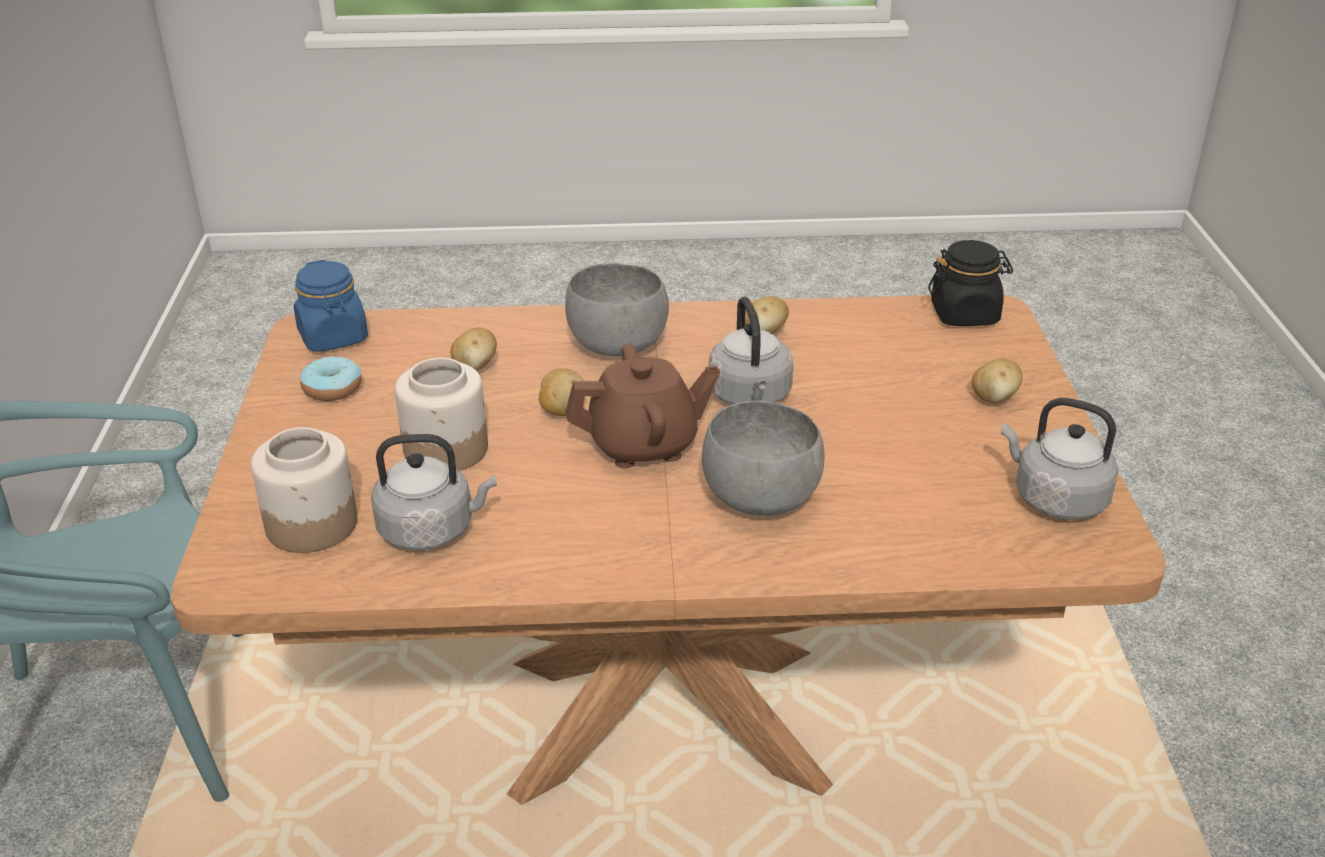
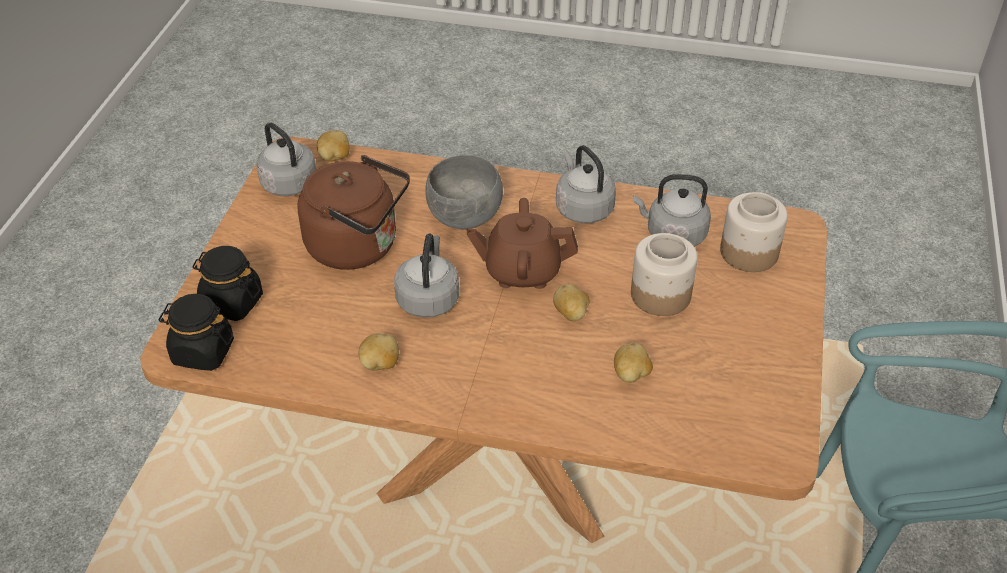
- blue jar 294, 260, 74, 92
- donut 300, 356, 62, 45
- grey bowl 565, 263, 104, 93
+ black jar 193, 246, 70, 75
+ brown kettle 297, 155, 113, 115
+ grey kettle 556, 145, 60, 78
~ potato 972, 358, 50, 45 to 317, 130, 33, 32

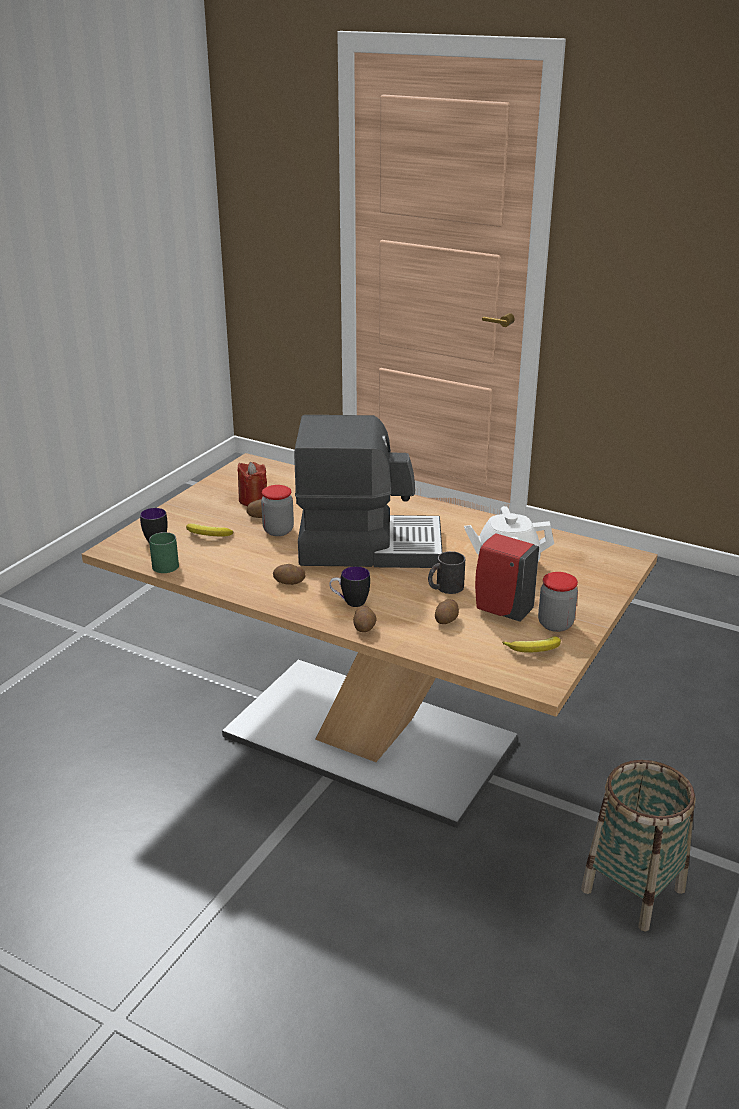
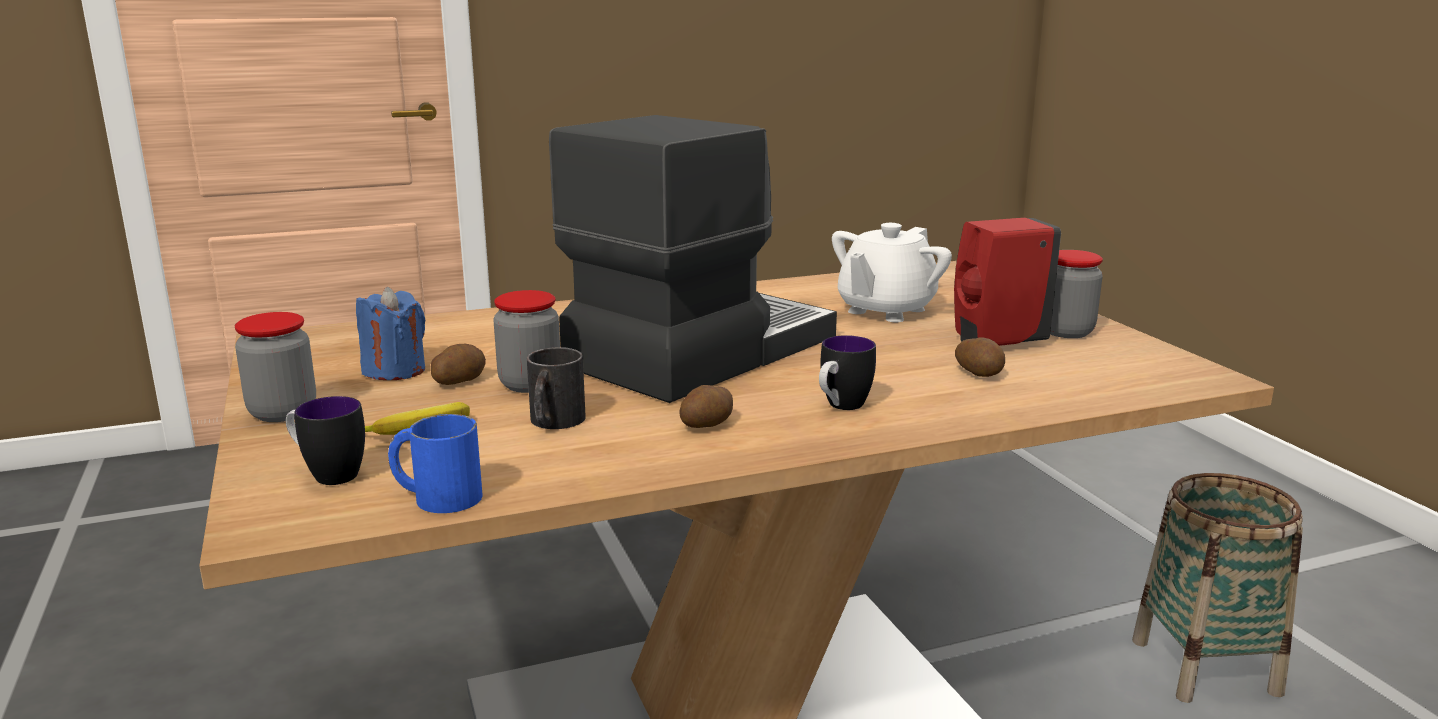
- potato 353, 606, 24, 26
- banana 502, 636, 59, 16
+ jar 235, 312, 81, 110
~ black mug 428, 551, 37, 43 to 527, 347, 59, 82
~ green mug 149, 532, 30, 41 to blue mug 388, 414, 95, 99
~ red candle 237, 462, 30, 44 to blue candle 356, 286, 69, 94

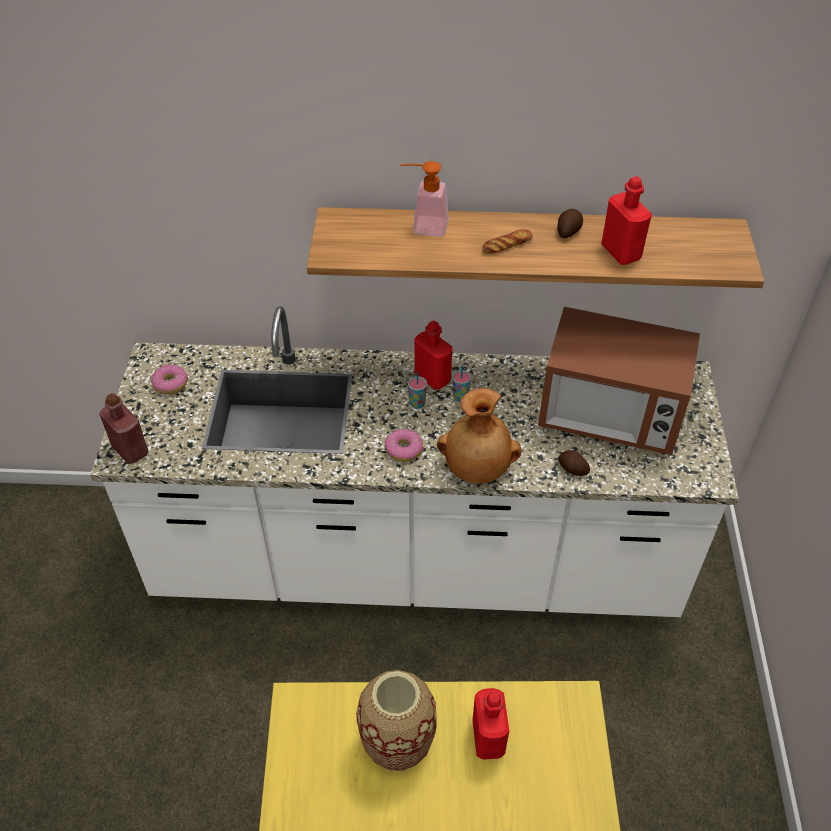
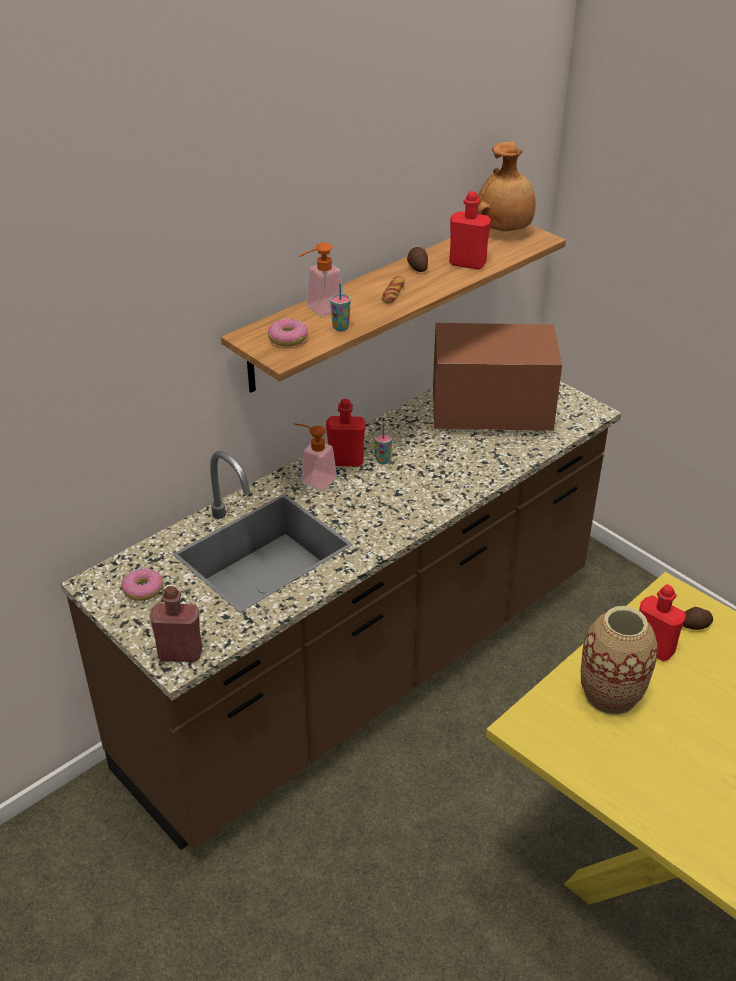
+ soap dispenser 294, 423, 43, 67
~ donut 384, 429, 40, 33 to 268, 318, 40, 29
~ cup 408, 372, 19, 37 to 330, 283, 21, 48
~ brown vase 437, 388, 84, 96 to 477, 141, 59, 90
~ potato 559, 450, 31, 26 to 683, 607, 30, 23
~ white counter 90, 306, 649, 311 to brown counter 61, 381, 560, 469
~ microwave 538, 307, 162, 148 = 433, 323, 129, 108 150 degrees counterclockwise

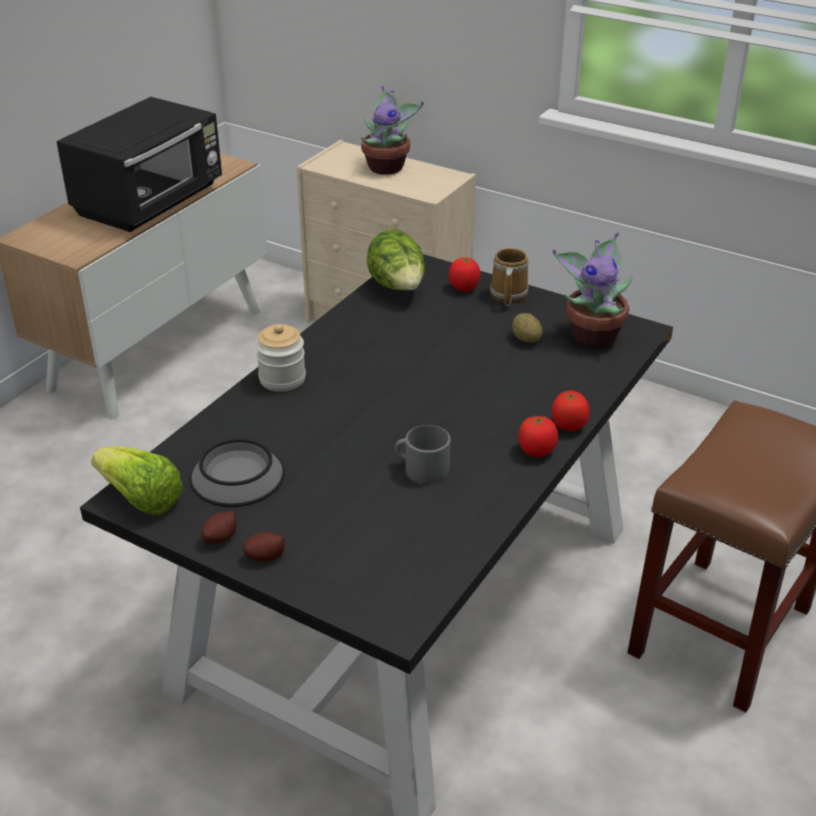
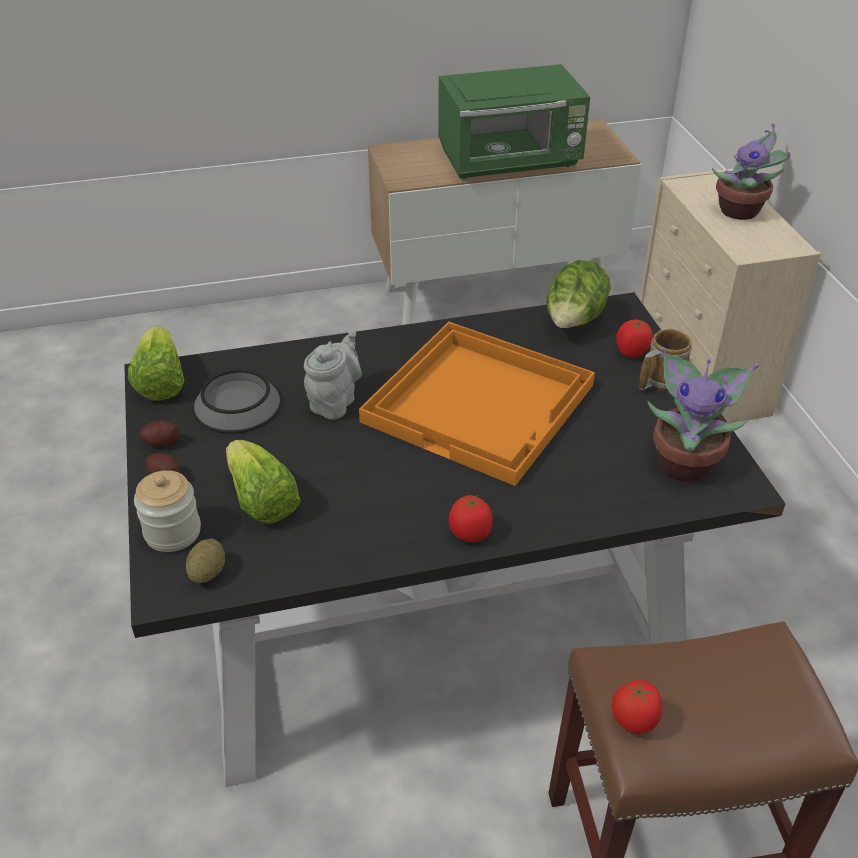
- grey mug 395, 425, 56, 58
+ lettuce 226, 440, 75, 84
+ grey teapot 304, 330, 58, 90
+ orange tray 359, 322, 236, 164
~ jar 256, 324, 50, 68 to 134, 470, 67, 82
~ potato 512, 313, 30, 30 to 186, 539, 39, 44
~ tomato 552, 390, 38, 41 to 612, 679, 50, 55
~ black microwave 56, 97, 166, 135 to green microwave 438, 64, 152, 115

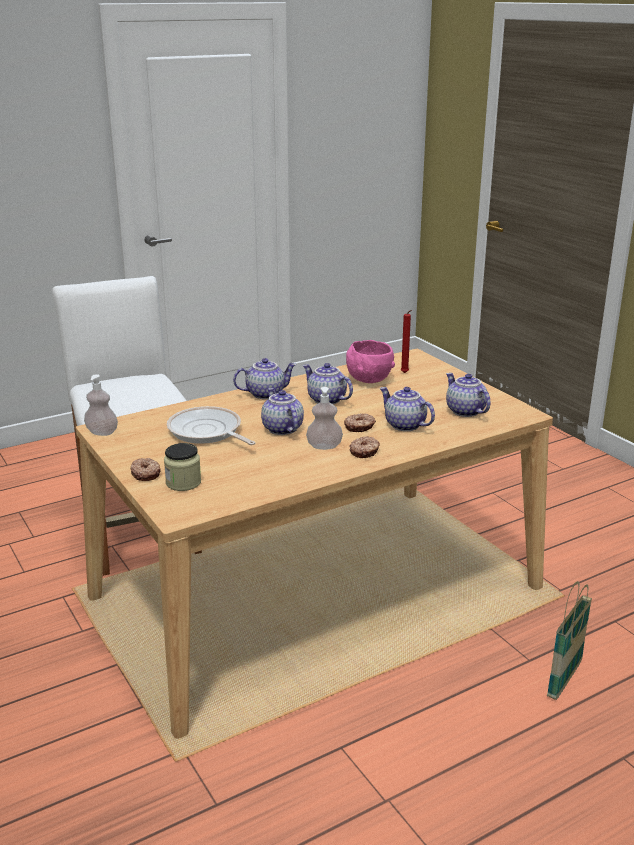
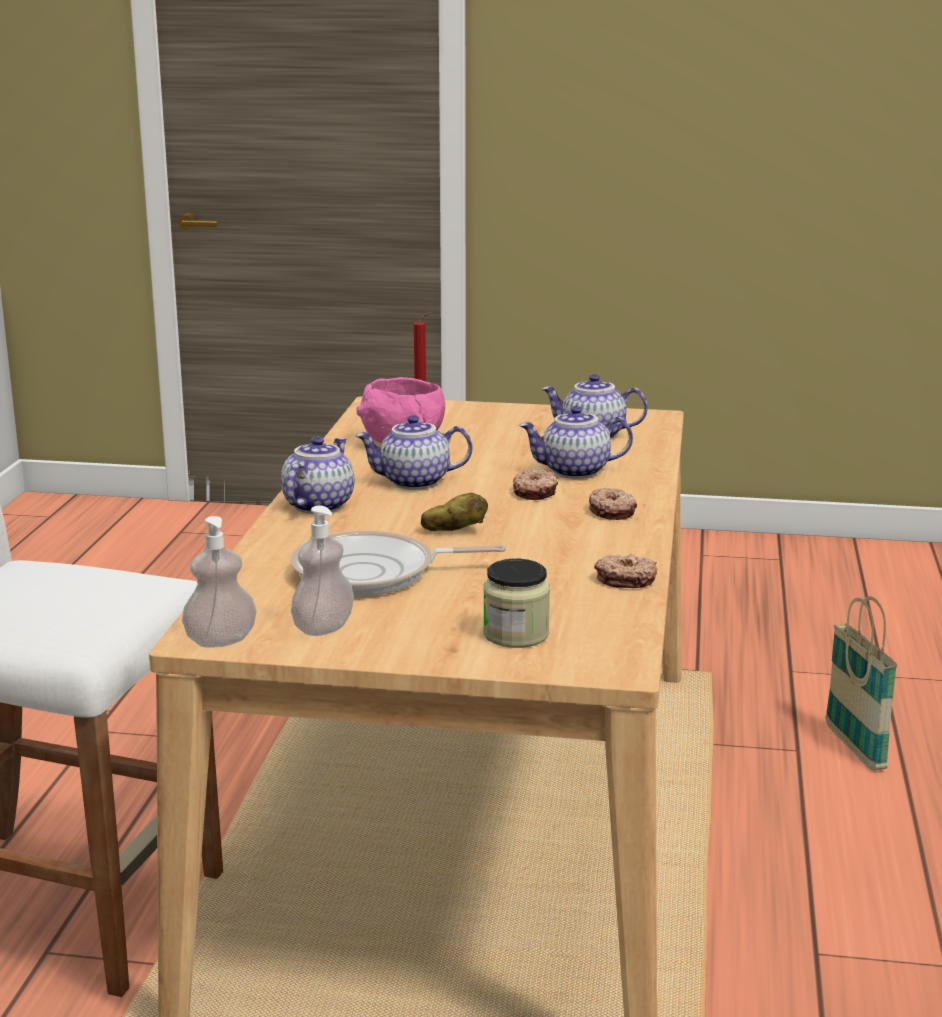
~ donut 130, 458, 31, 23 to 594, 554, 63, 34
~ soap dispenser 306, 387, 37, 63 to 291, 506, 63, 130
~ teapot 261, 388, 43, 47 to potato 421, 493, 67, 38

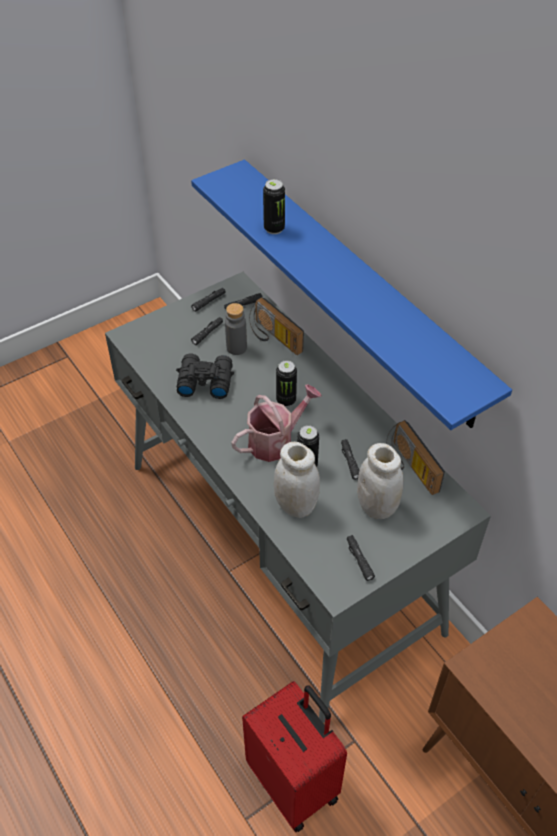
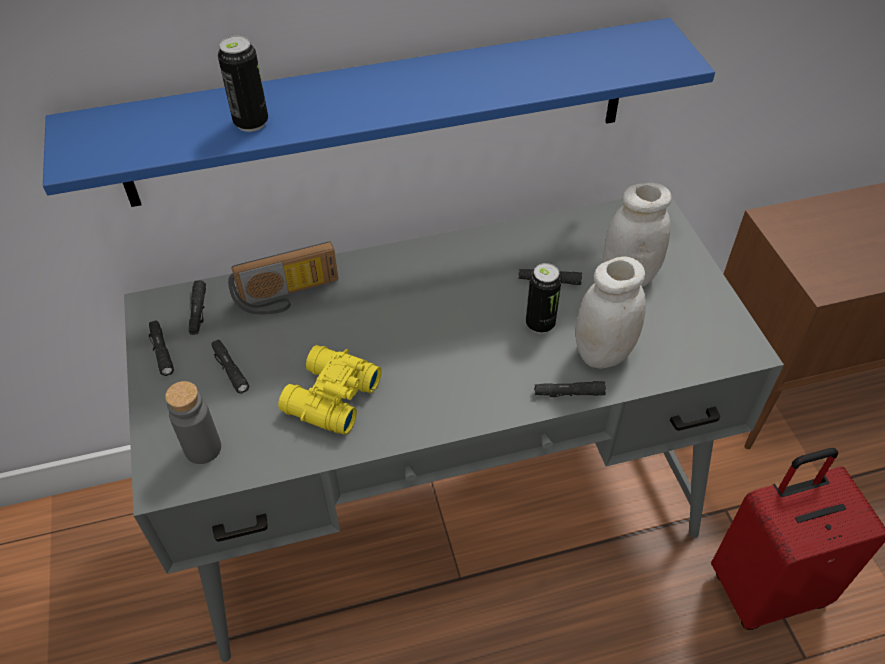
- watering can 231, 384, 91, 78
- can 276, 360, 21, 47
- radio 386, 420, 59, 75
~ grey bottle 225, 303, 22, 52 to 165, 381, 56, 83
~ black flashlight 347, 535, 28, 46 to 534, 381, 72, 16
~ black binoculars 176, 353, 58, 46 to yellow binoculars 278, 345, 104, 90

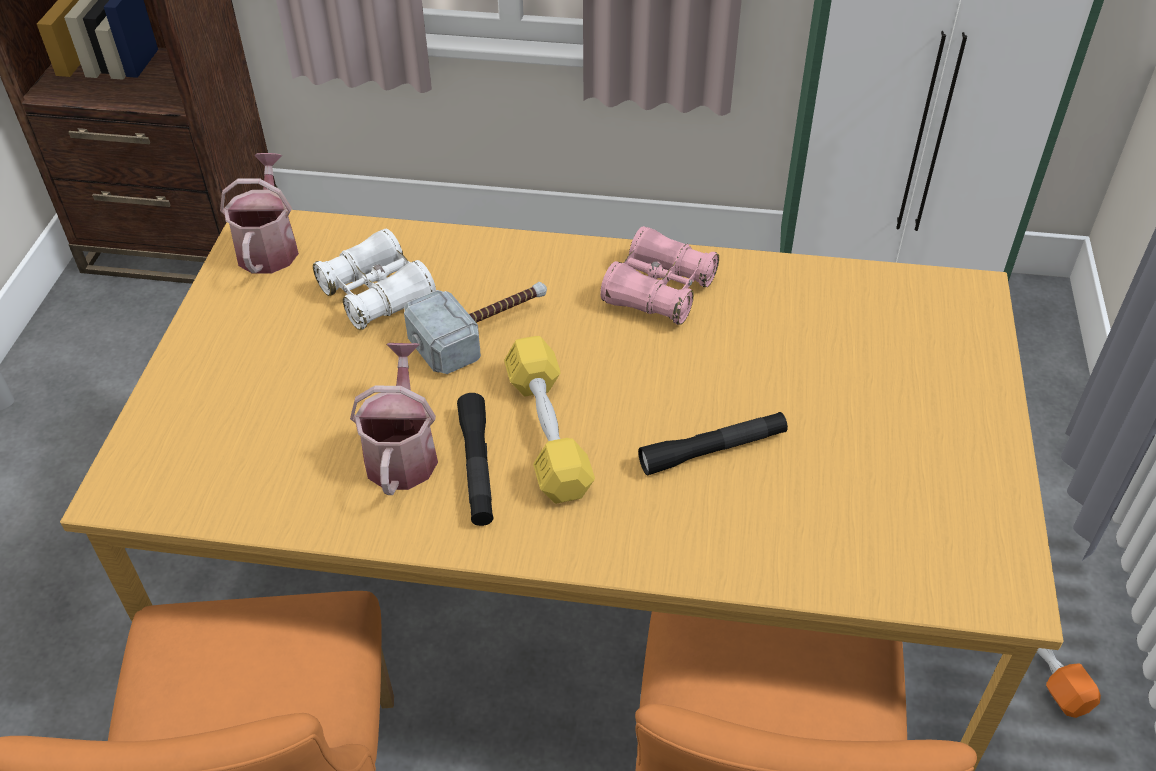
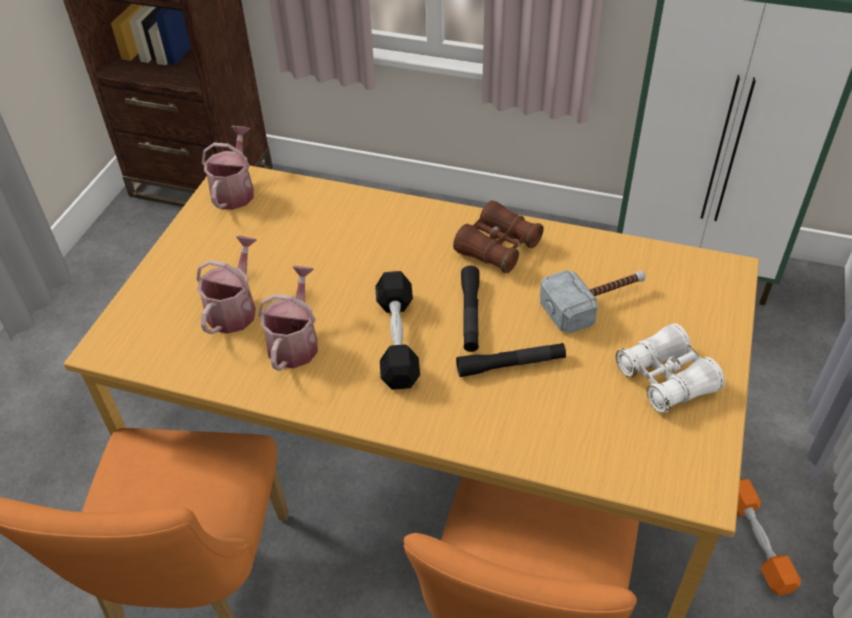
+ watering can 196, 235, 61, 99
~ white binoculars 313, 229, 123, 101 to 616, 323, 109, 91
~ hammer 404, 282, 143, 92 to 540, 270, 106, 64
~ black flashlight 457, 393, 36, 133 to 461, 266, 19, 86
~ yellow dumbbell 504, 336, 91, 168 to black dumbbell 375, 271, 45, 119
~ pink binoculars 600, 226, 119, 99 to brown binoculars 453, 200, 91, 73

